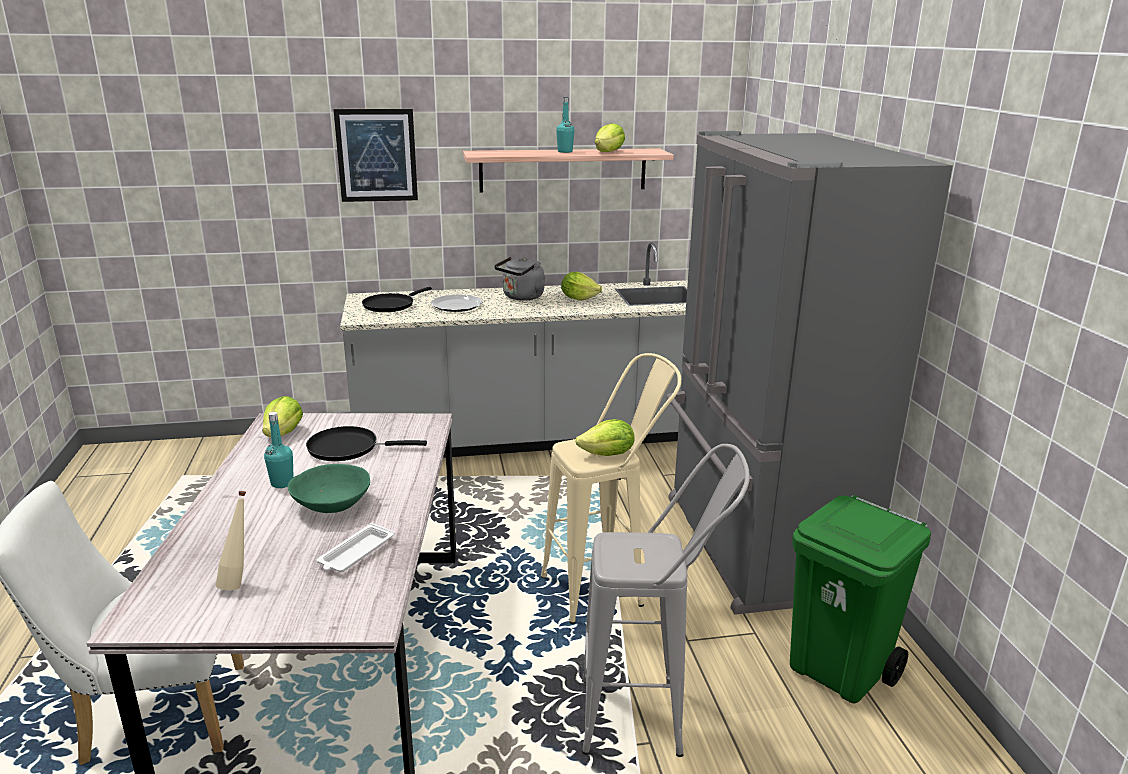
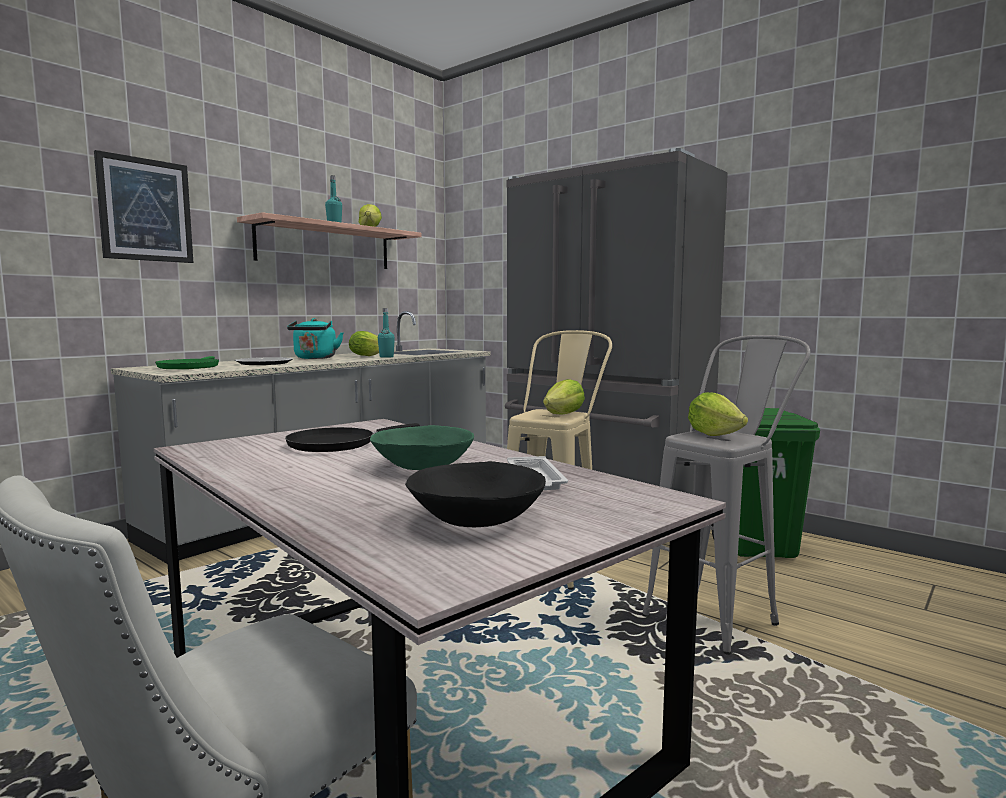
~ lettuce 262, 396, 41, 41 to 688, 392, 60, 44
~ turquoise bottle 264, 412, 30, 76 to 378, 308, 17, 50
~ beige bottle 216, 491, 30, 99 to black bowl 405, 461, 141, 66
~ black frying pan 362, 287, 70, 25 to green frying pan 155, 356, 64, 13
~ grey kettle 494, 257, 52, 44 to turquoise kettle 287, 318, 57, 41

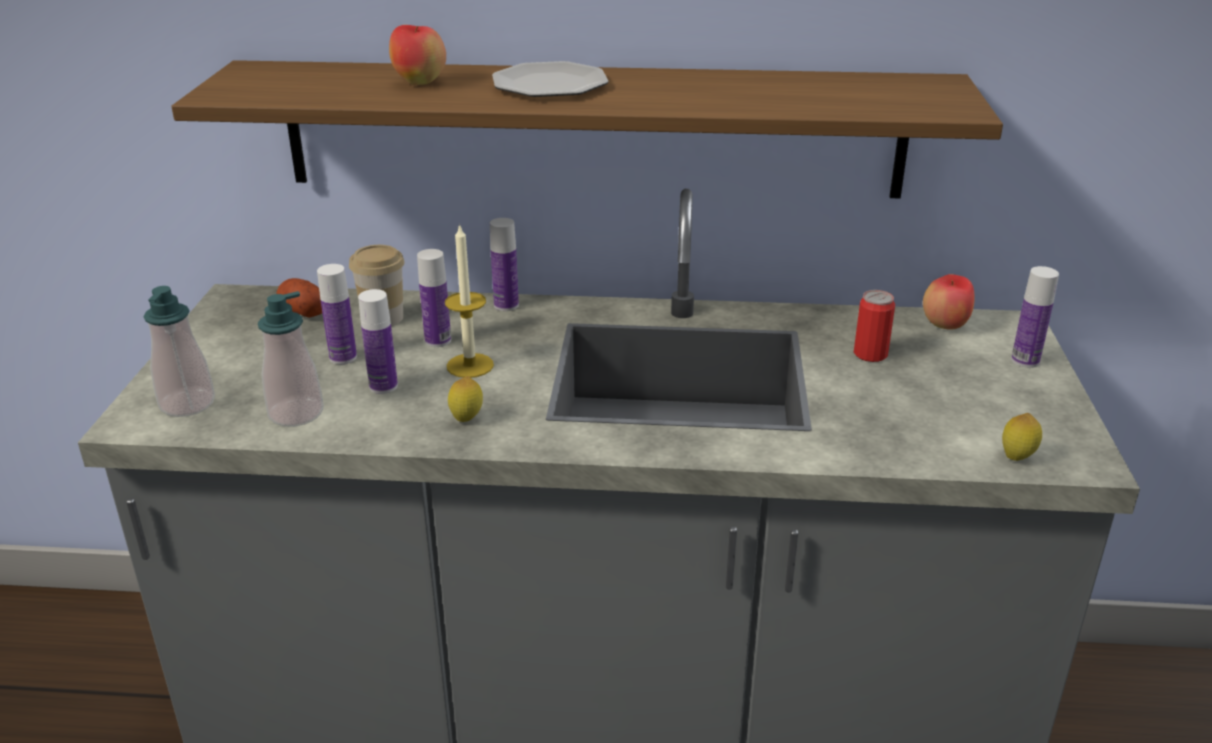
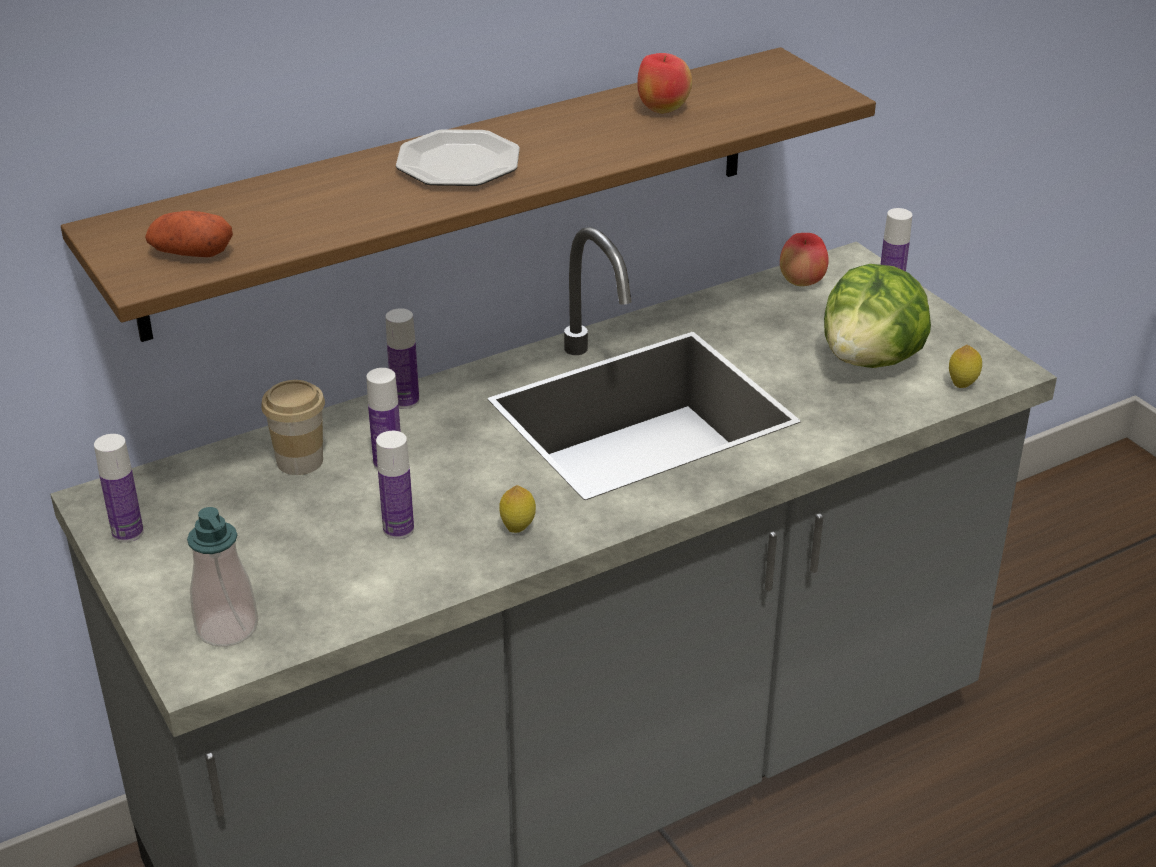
- soap dispenser 258, 291, 66, 136
- candle 445, 223, 49, 155
- can 854, 290, 41, 72
+ lettuce 824, 264, 107, 104
~ potato 276, 278, 46, 40 to 145, 211, 88, 46
~ bottle 317, 264, 40, 100 to 94, 434, 50, 109
~ apple 389, 25, 57, 60 to 637, 53, 55, 61

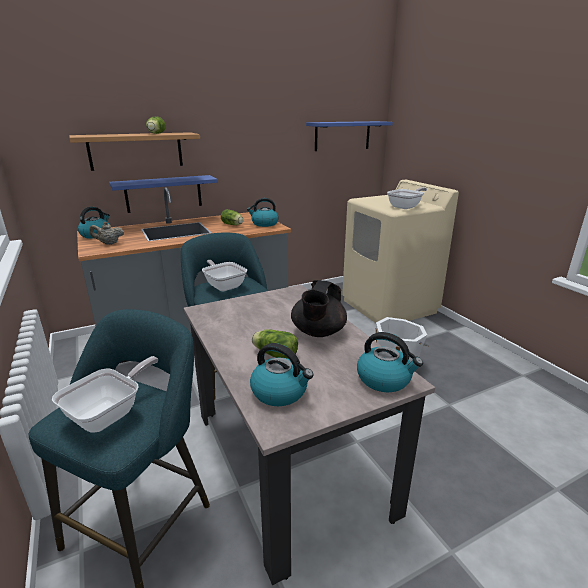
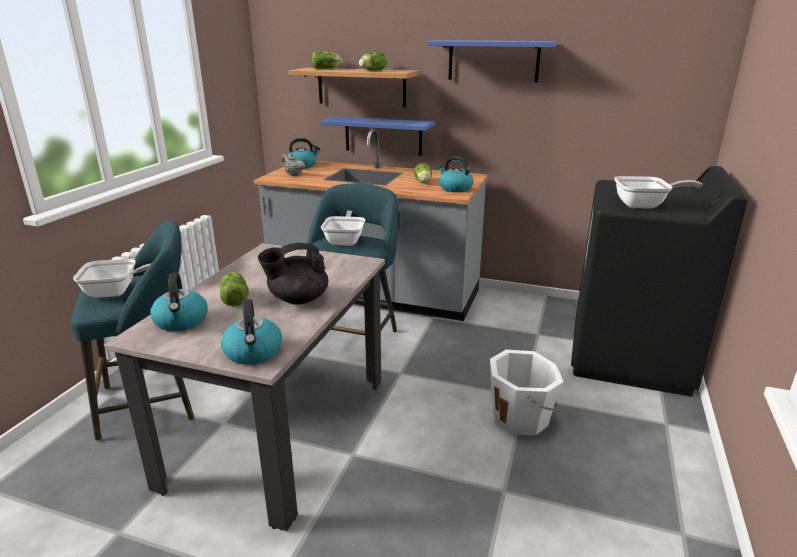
+ lettuce 312, 51, 30, 18
~ blue shelf 306, 121, 87, 30 to 427, 40, 130, 42
~ beige washing machine 342, 180, 117, 143 to black washing machine 571, 166, 177, 231

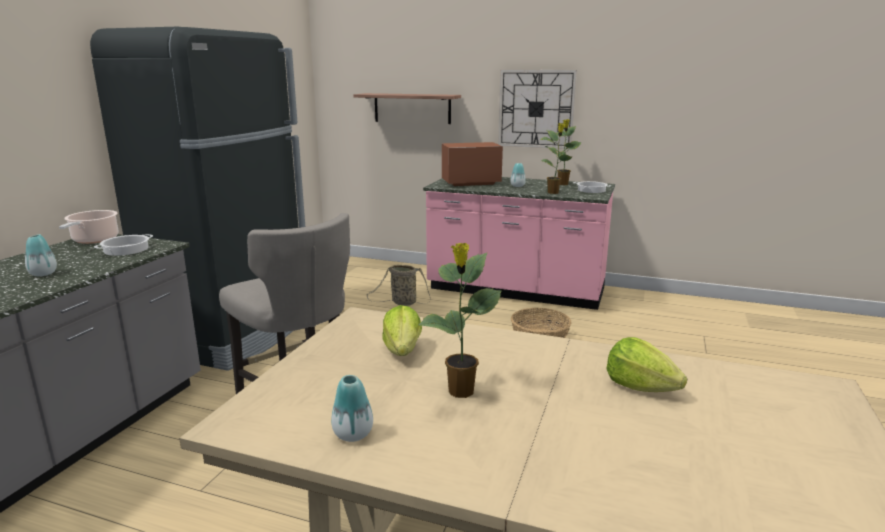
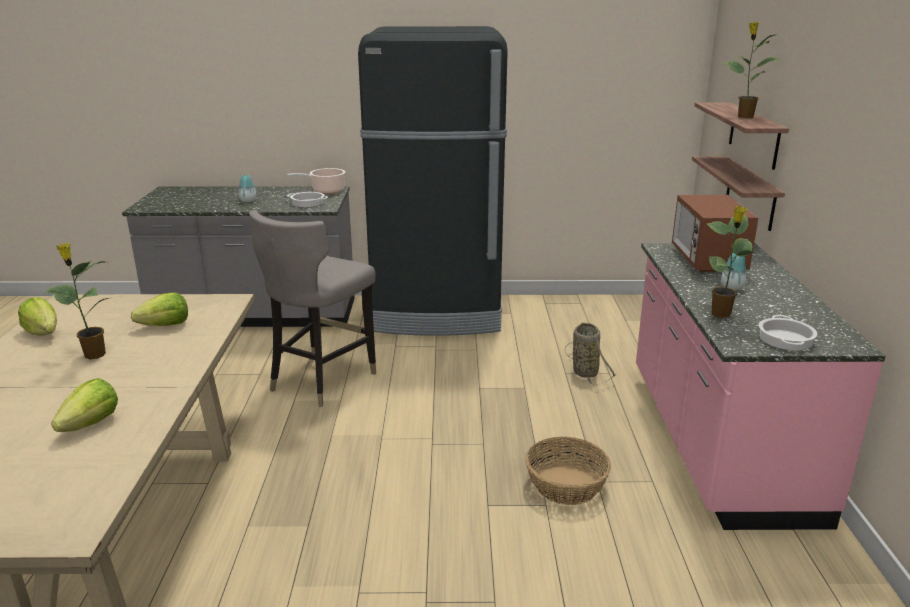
- wall clock 498, 70, 79, 79
+ shelf 692, 156, 93, 75
~ potted plant 549, 119, 32, 66 to 722, 22, 58, 96
~ vase 331, 375, 42, 67 to lettuce 18, 298, 39, 38
~ microwave 442, 142, 61, 44 = 672, 195, 86, 77 150 degrees counterclockwise

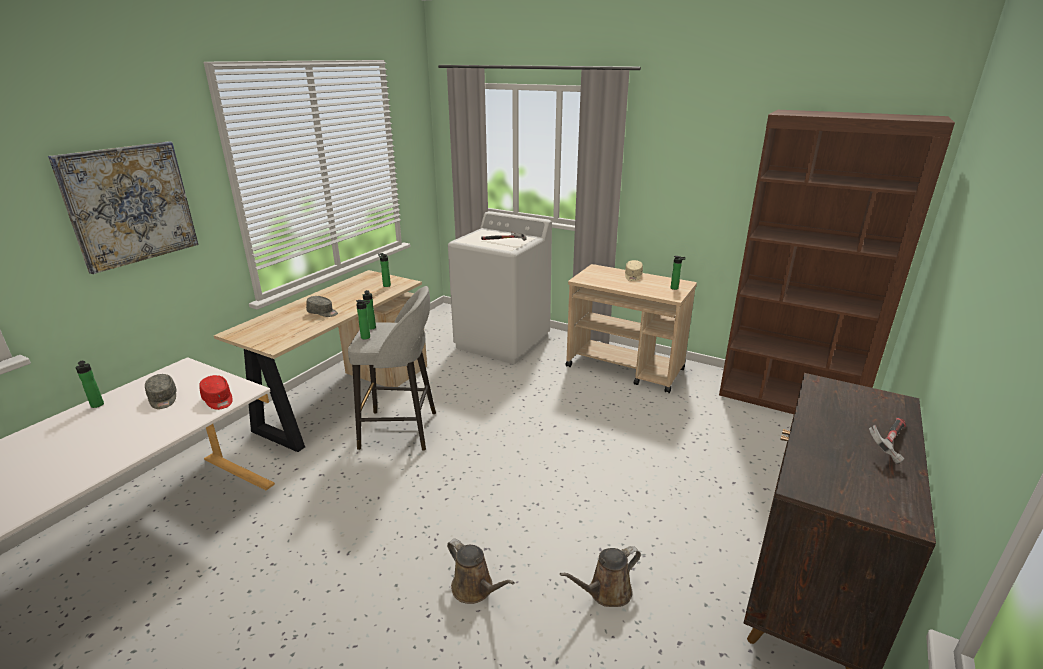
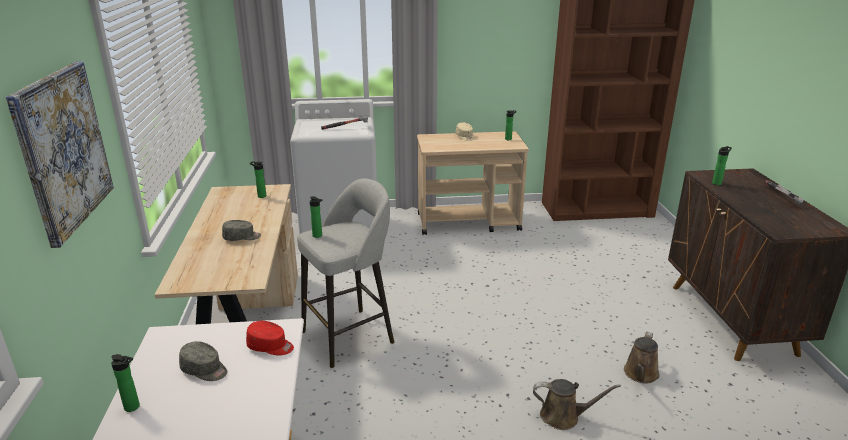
~ bottle 356, 300, 14, 39 to 712, 146, 20, 39

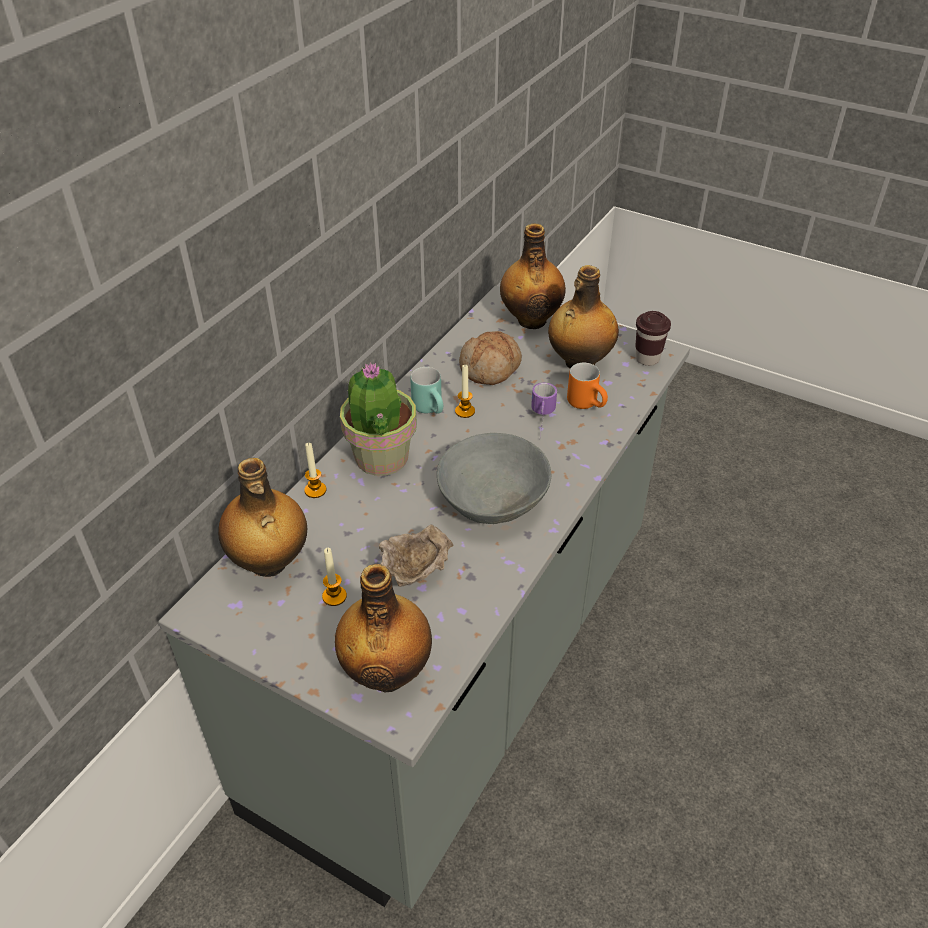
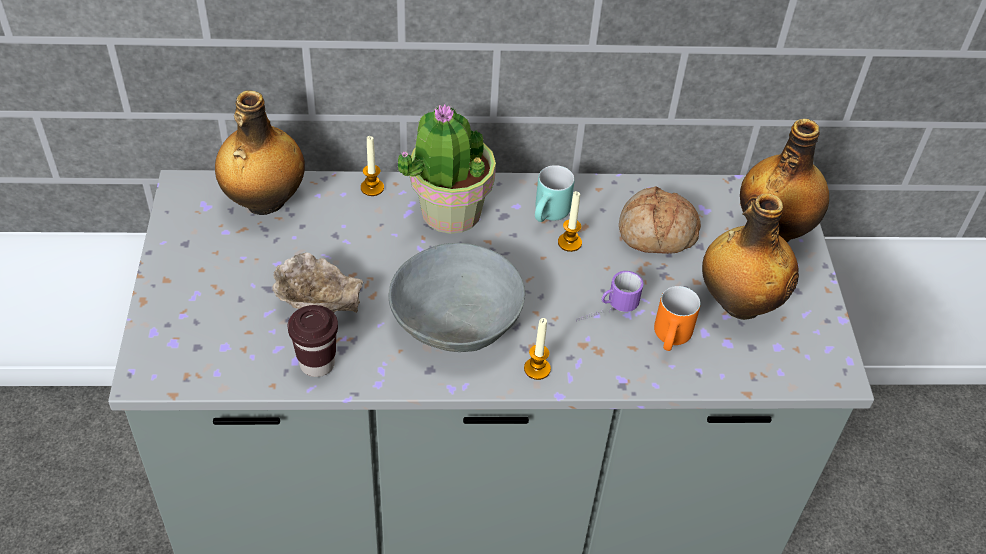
- bottle 335, 564, 97, 128
~ candle 322, 548, 25, 58 to 524, 318, 27, 62
~ brown cup 635, 311, 36, 55 to 288, 305, 50, 72

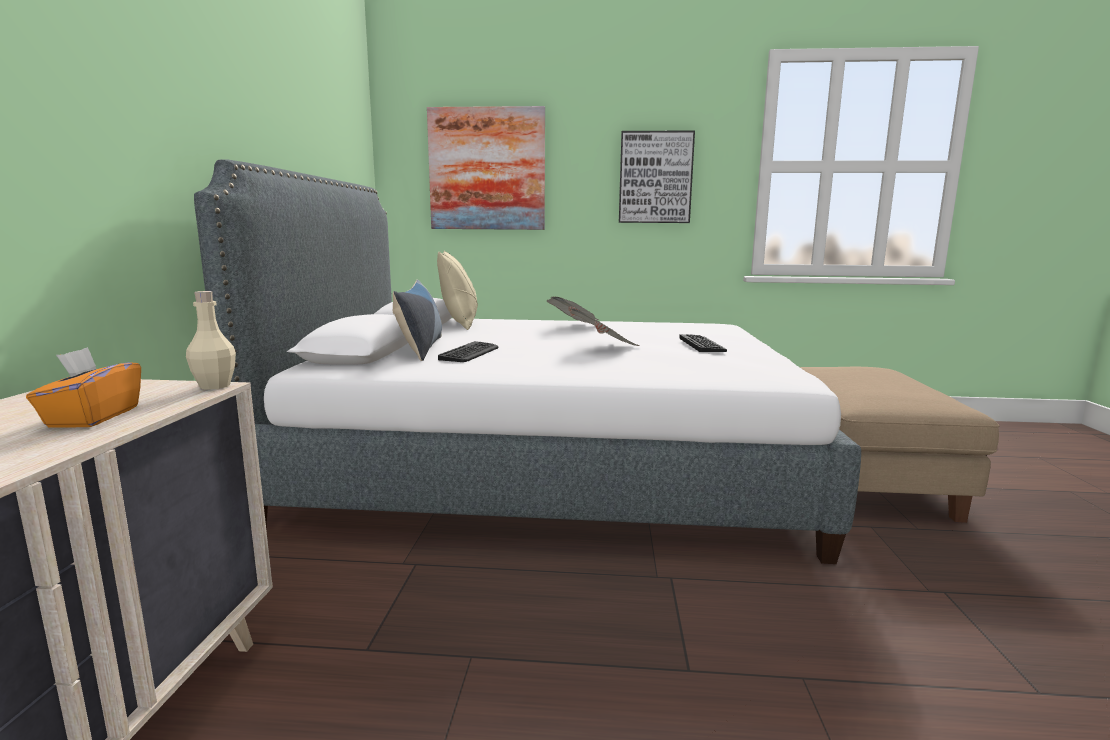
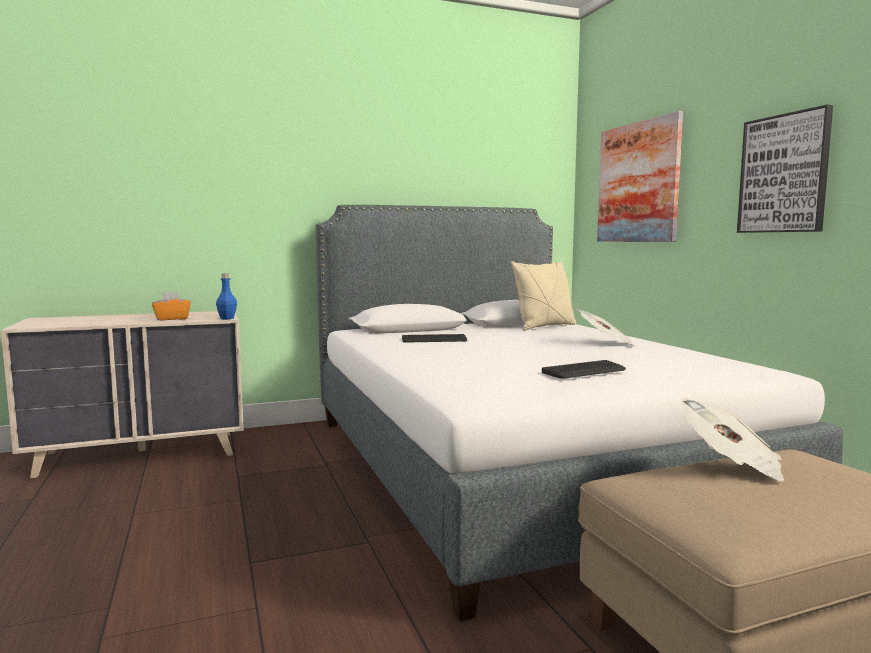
- pillow 392, 279, 50, 82
~ newspaper 569, 308, 71, 38 to 681, 398, 103, 84
~ beige bottle 186, 291, 50, 99 to blue bottle 216, 273, 21, 46

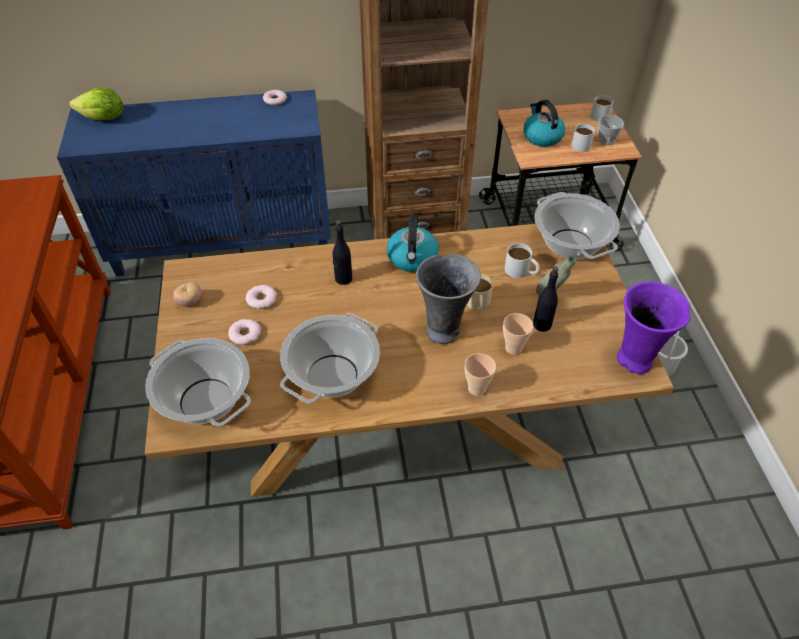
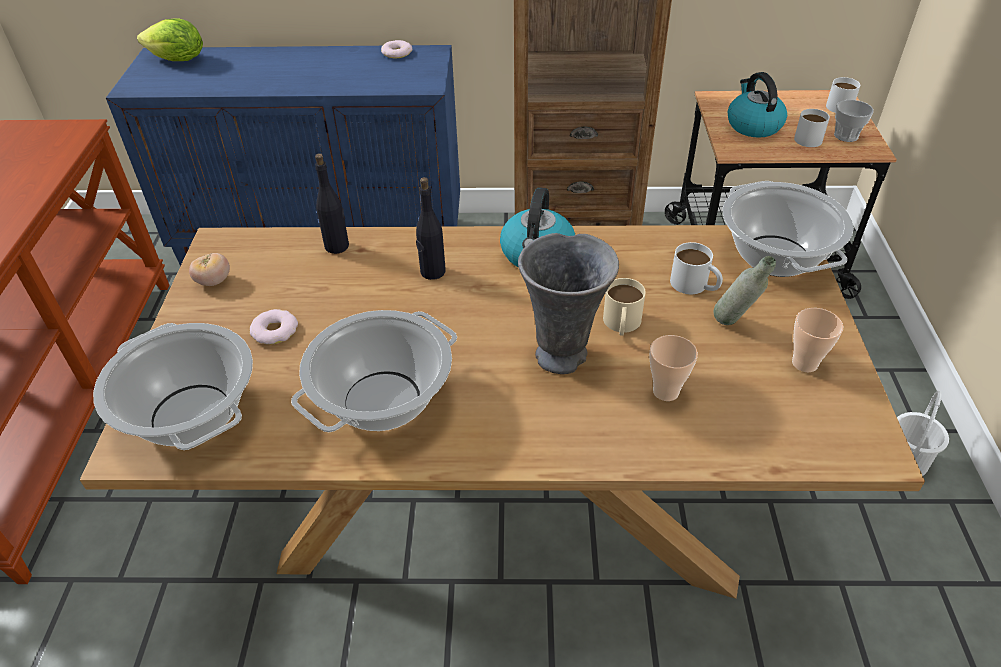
- donut 246, 285, 31, 24
- purple vase 617, 282, 73, 92
~ cup 464, 353, 32, 43 to 792, 308, 51, 64
~ black bottle 533, 266, 26, 66 to 315, 153, 34, 101

